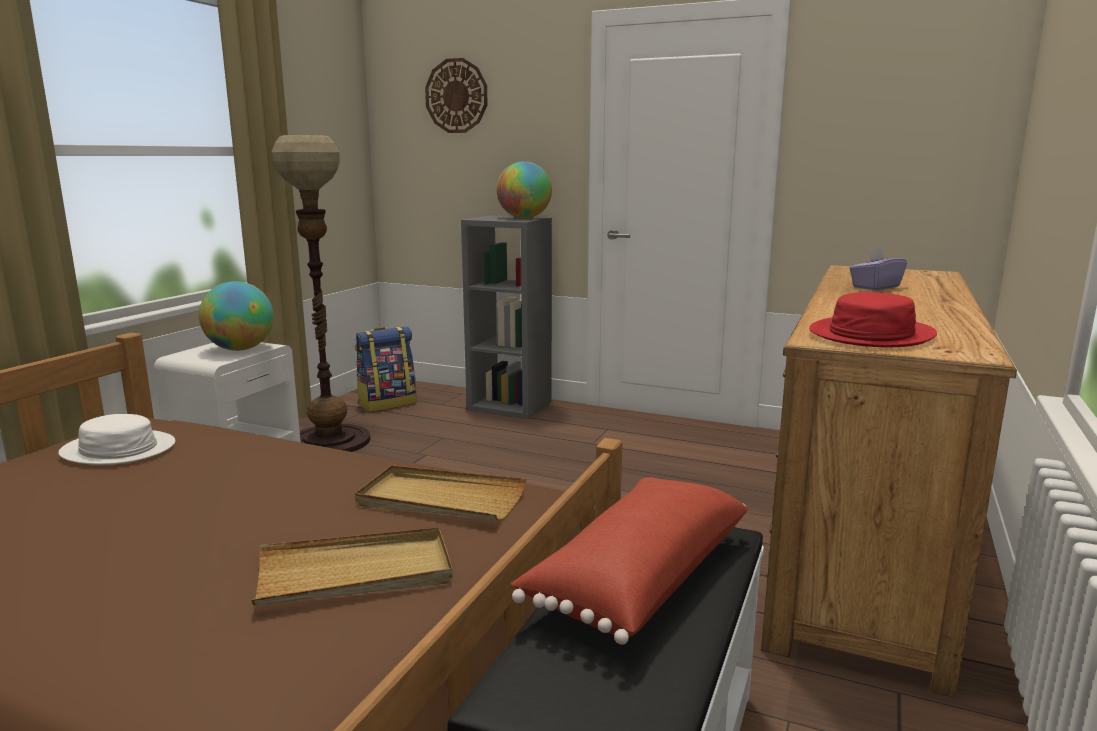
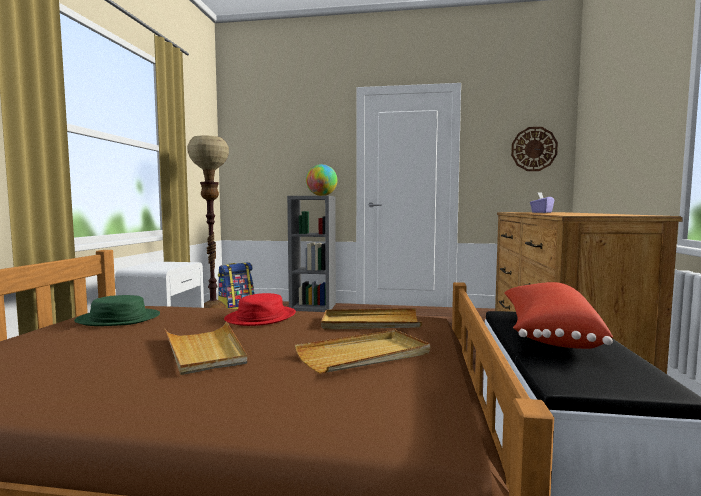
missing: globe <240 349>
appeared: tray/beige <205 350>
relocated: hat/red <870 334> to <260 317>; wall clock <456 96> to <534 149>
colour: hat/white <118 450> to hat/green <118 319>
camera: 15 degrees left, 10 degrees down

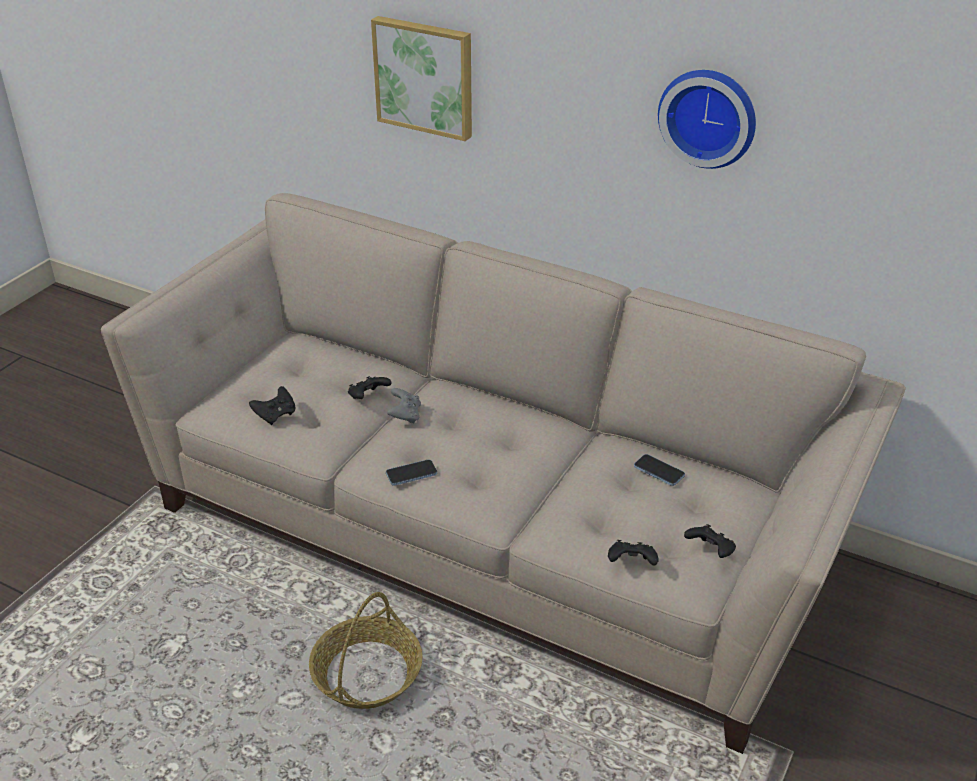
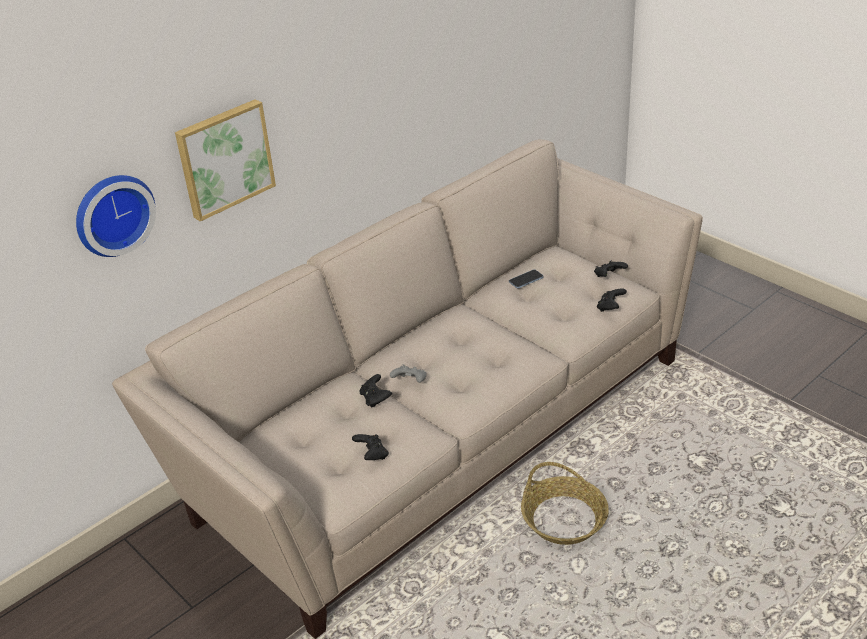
missing: phone <411 474>
relocated: wall clock <709 116> to <112 213>
camera: 70 degrees left, 0 degrees up

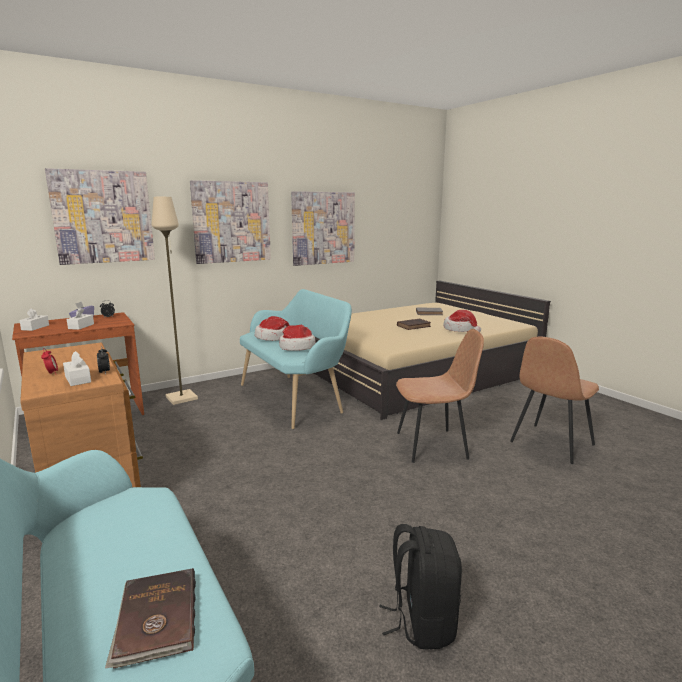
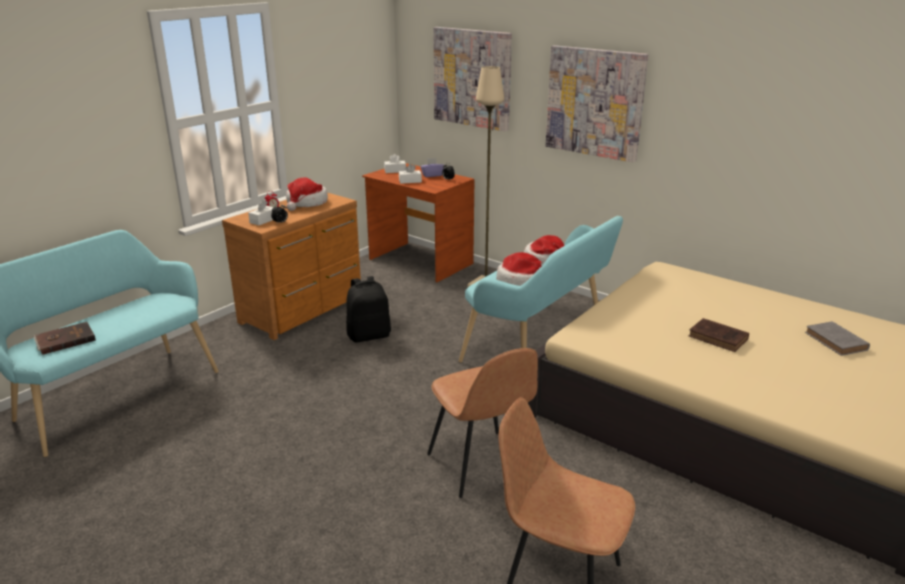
missing: picture <323 228>
relocated: hat <460 329> to <306 203>; backpack/black <422 621> to <369 335>
camera: 70 degrees right, 10 degrees up

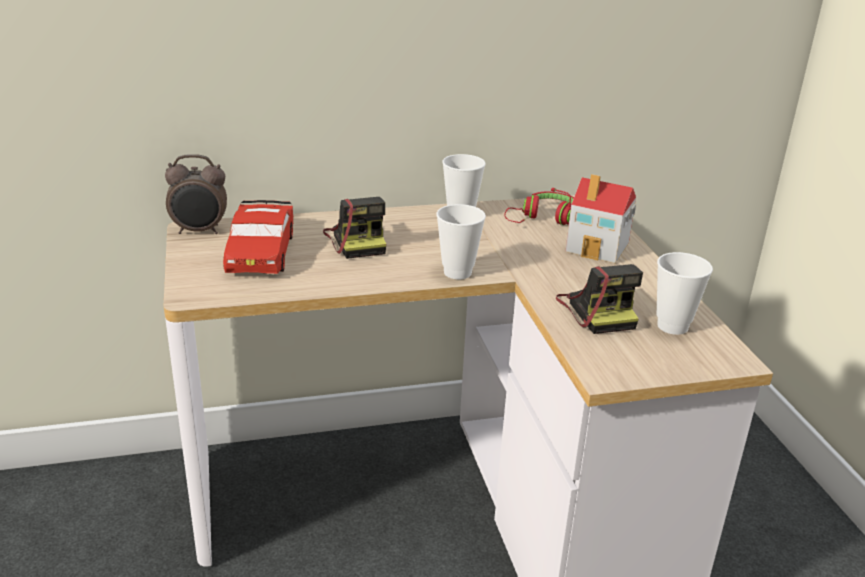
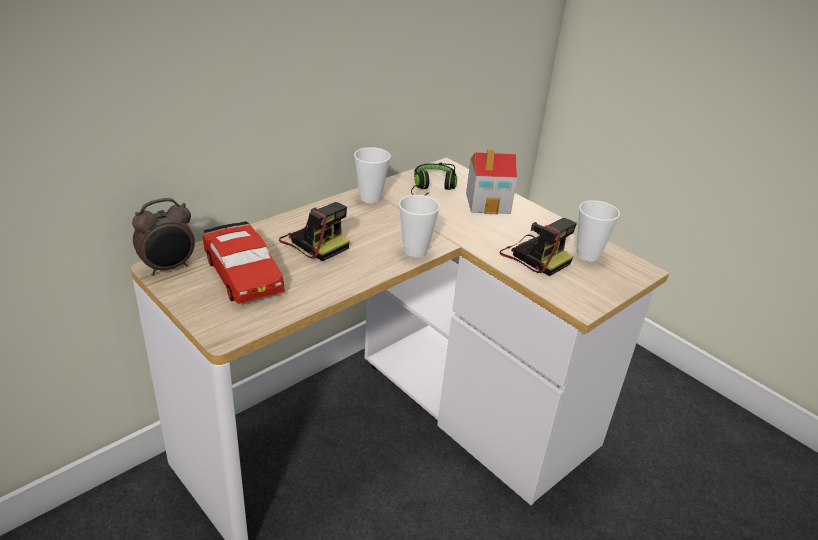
colour: headphones/red <544 219> to headphones/black <432 187>
camera: 30 degrees left, 5 degrees up

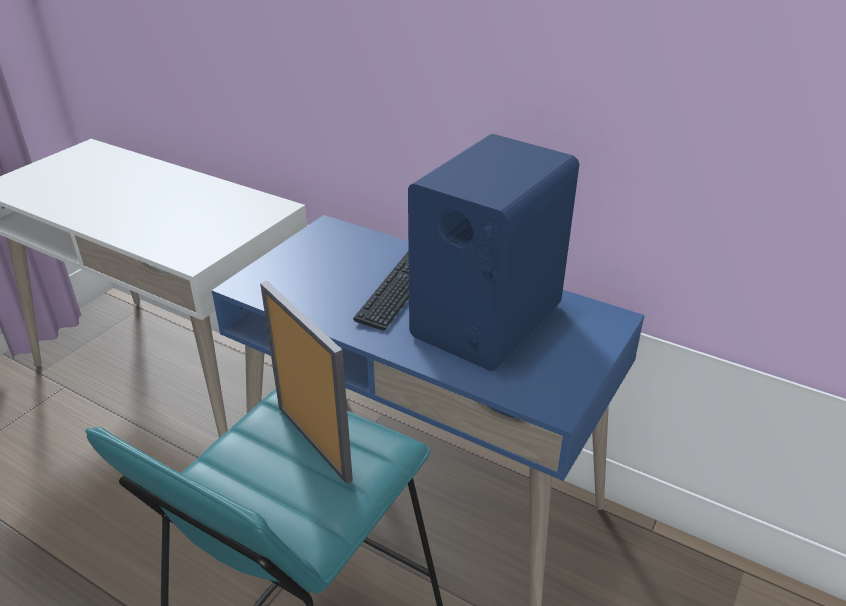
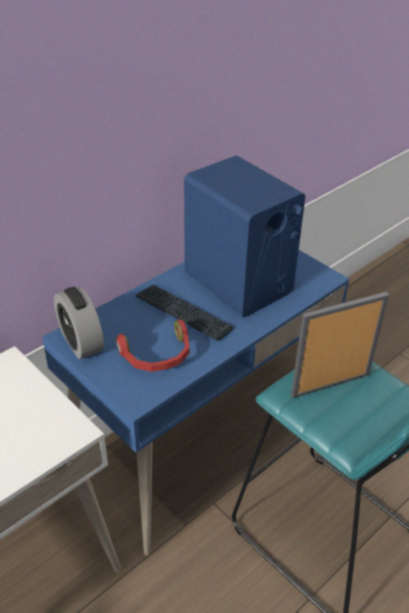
appeared: alarm clock <81 342>; headphones/red <157 356>
camera: 75 degrees left, 5 degrees up

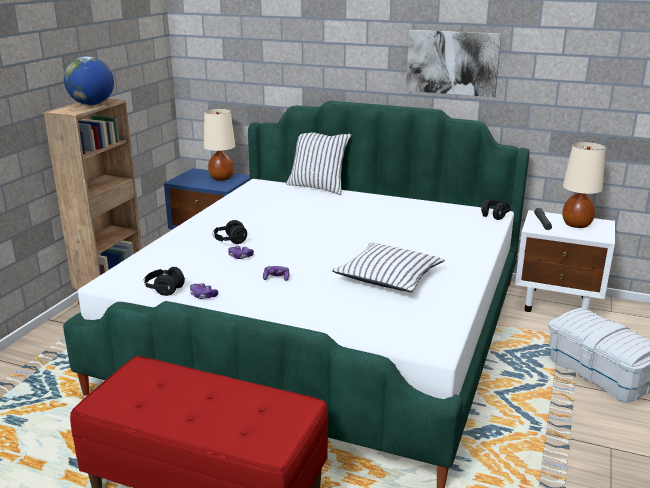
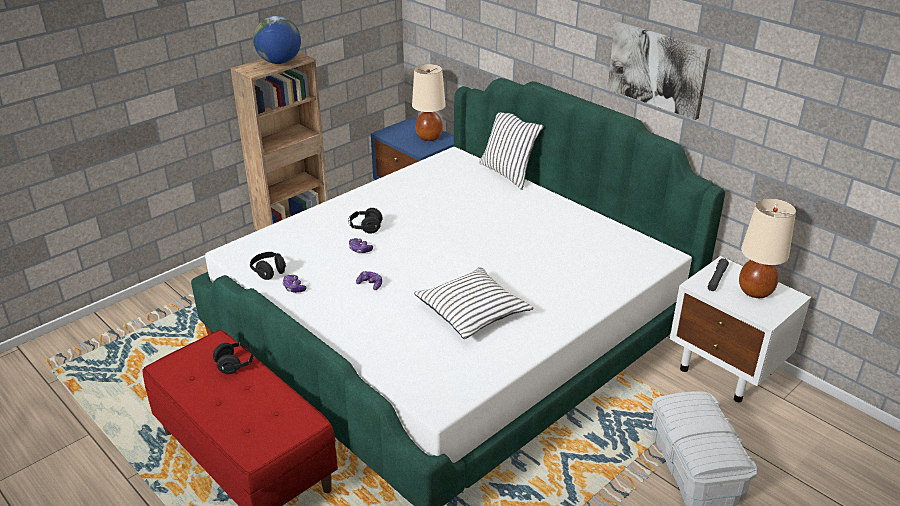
relocated: headphones/black <494 216> to <236 364>
camera: 25 degrees right, 10 degrees up

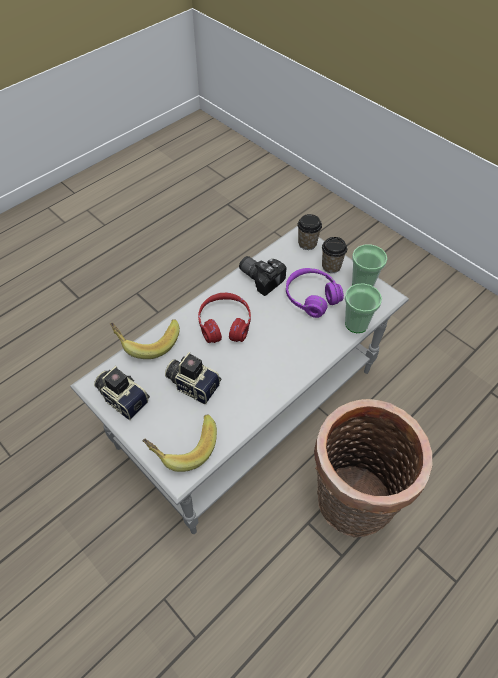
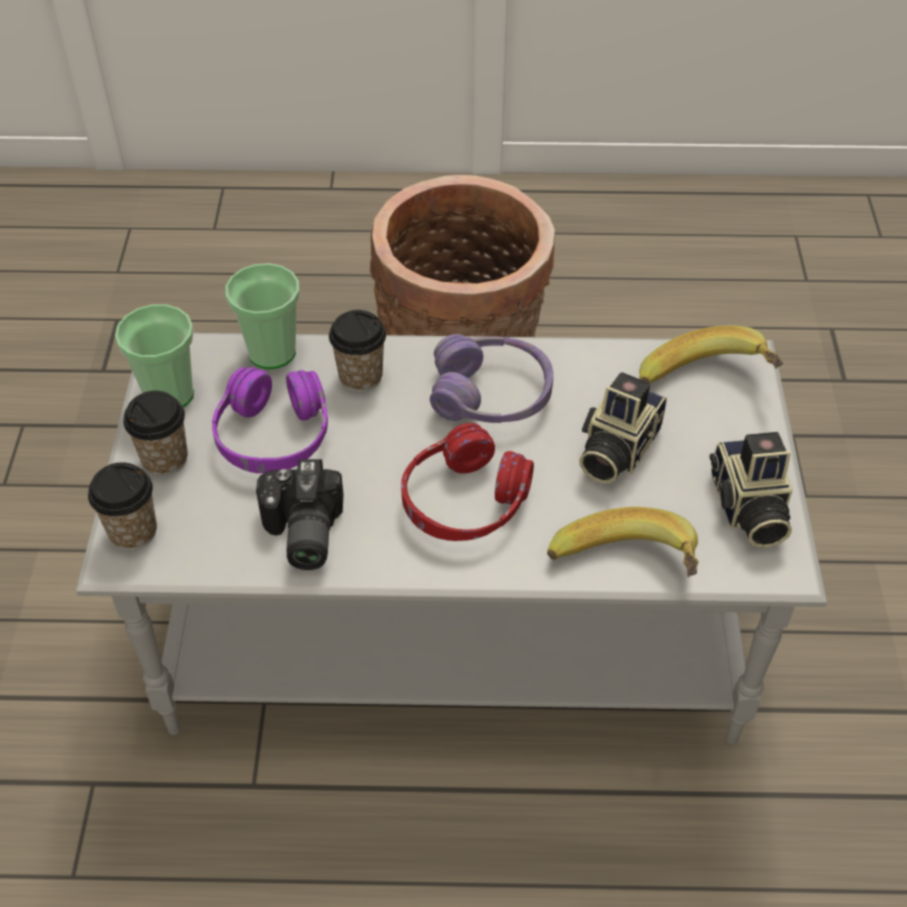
appeared: cup <360 377>; headphones/purple <491 395>
spun: photo camera <193 384> = <615 449> 45 degrees clockwise
camera: 135 degrees left, 5 degrees down

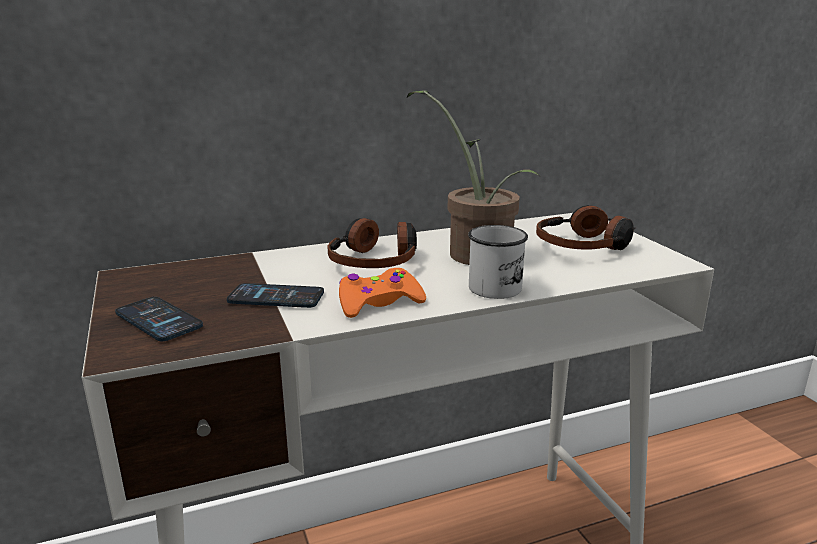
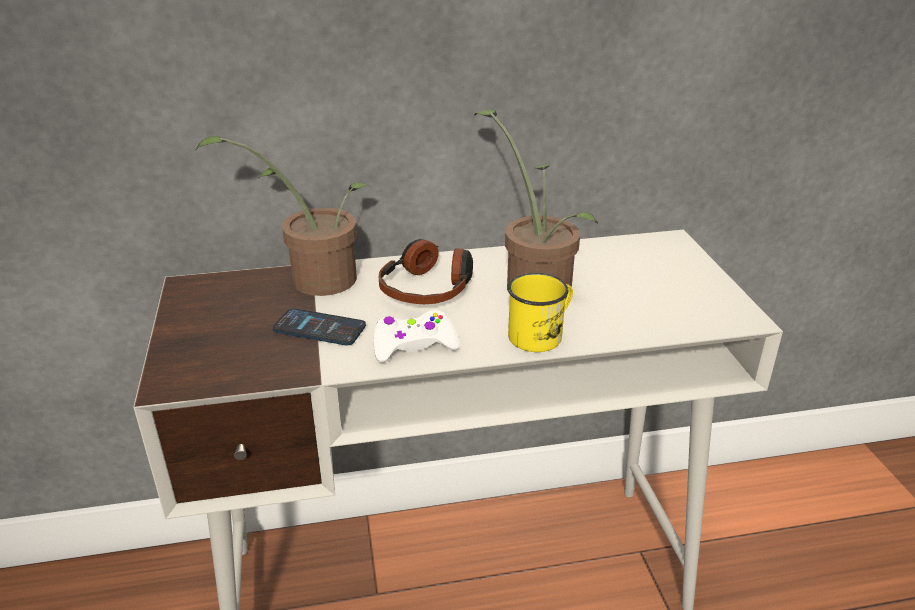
missing: phone <158 320>; headphones <584 245>
appeared: potted plant <314 279>
colour: game controller/orange <379 303> to game controller/white <414 345>; mug/white <500 286> to mug/yellow <541 334>
camera: 10 degrees right, 10 degrees up

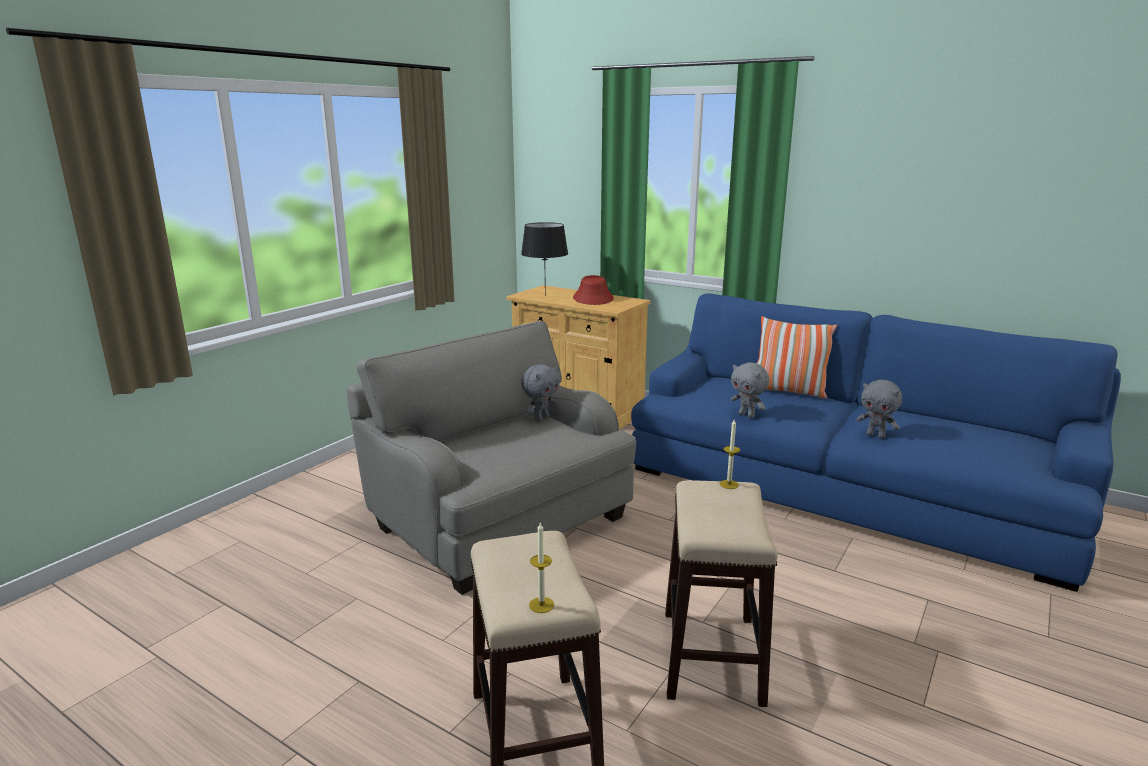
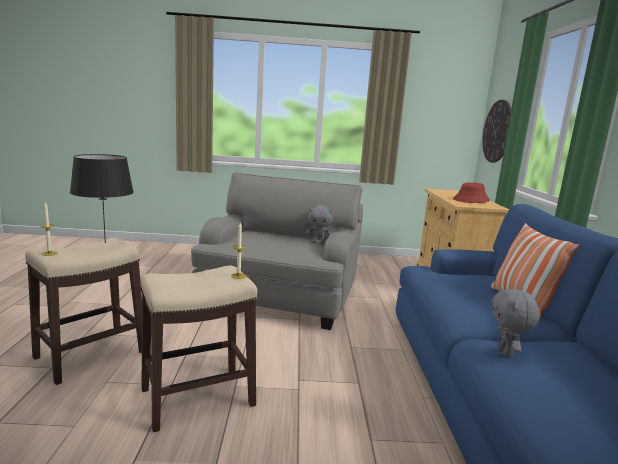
missing: plush toy/grey <747 415>
appeared: wall clock <497 131>
relocated: table lamp/black <545 296> to <105 242>
camera: 55 degrees right, 5 degrees down

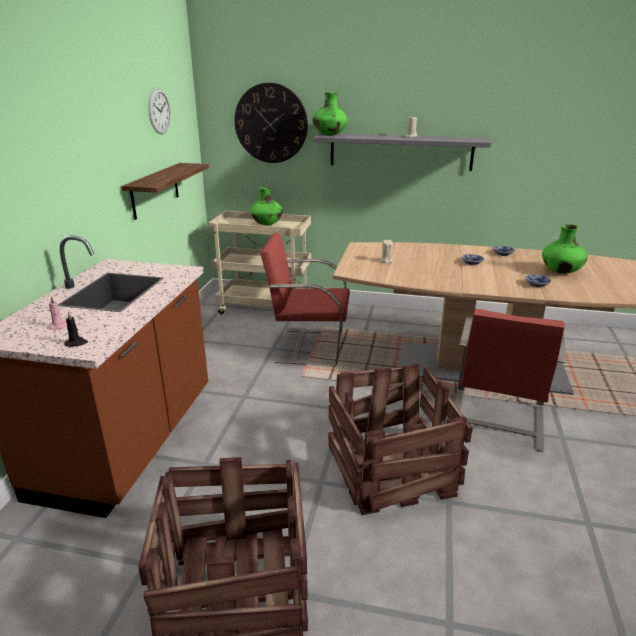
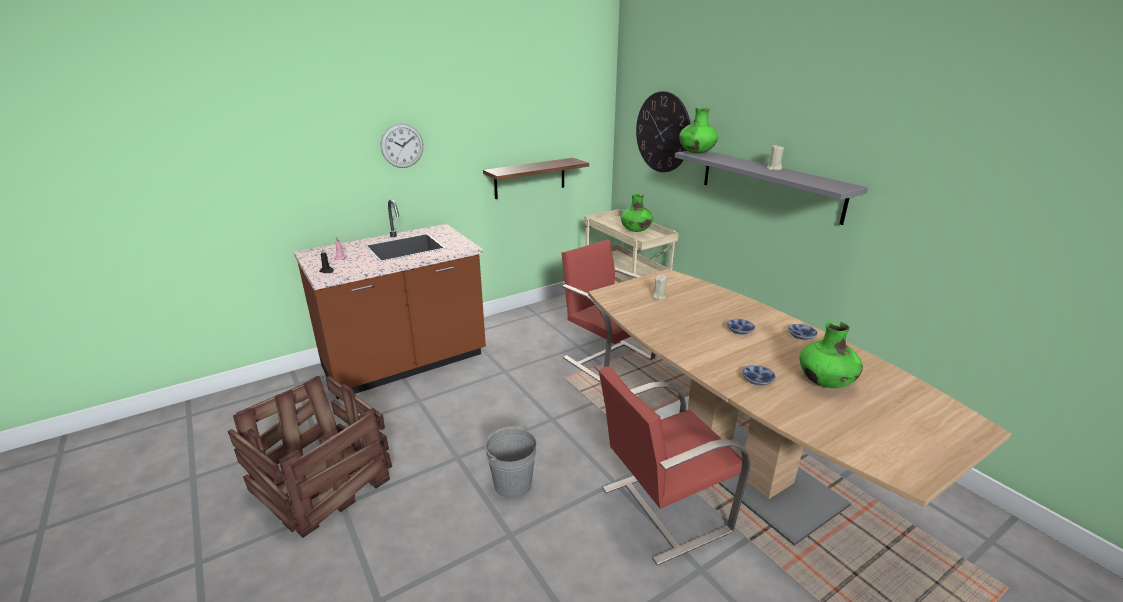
relocated: wall clock <159 111> to <402 146>
exchanged: crate <393 469> to bucket/grey <513 484>
camera: 45 degrees right, 0 degrees up

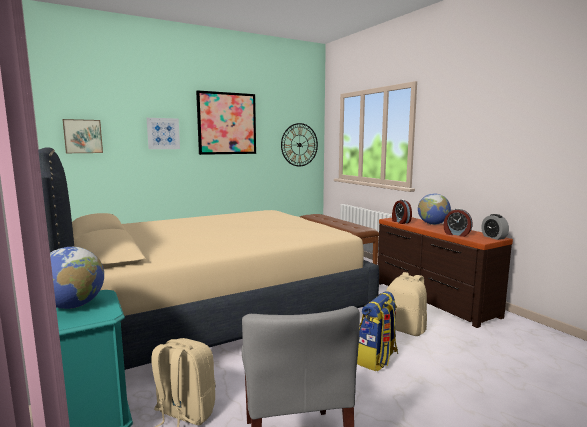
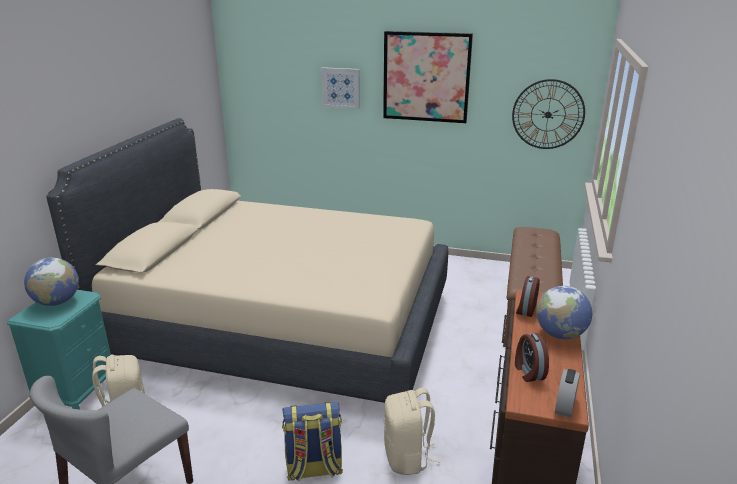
missing: picture <83 136>
camera: 45 degrees right, 15 degrees up

